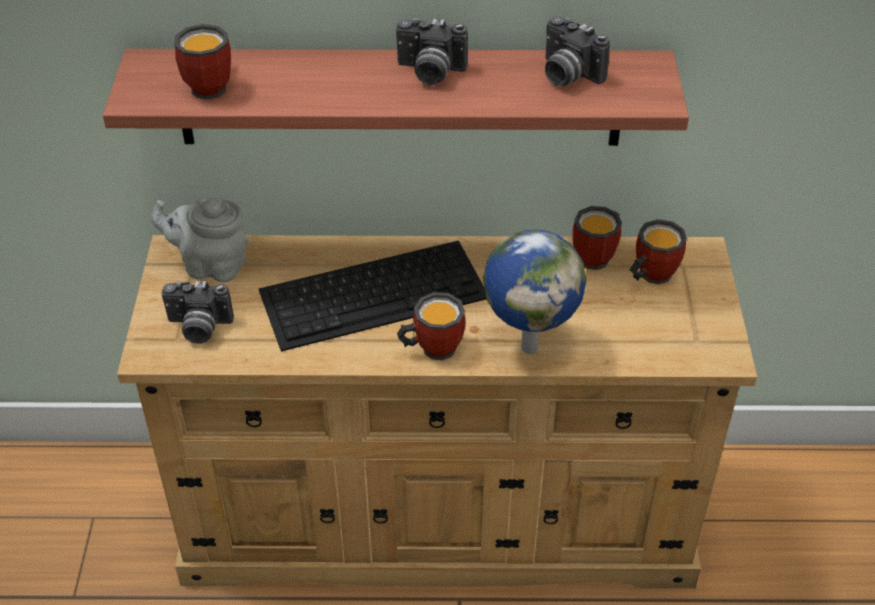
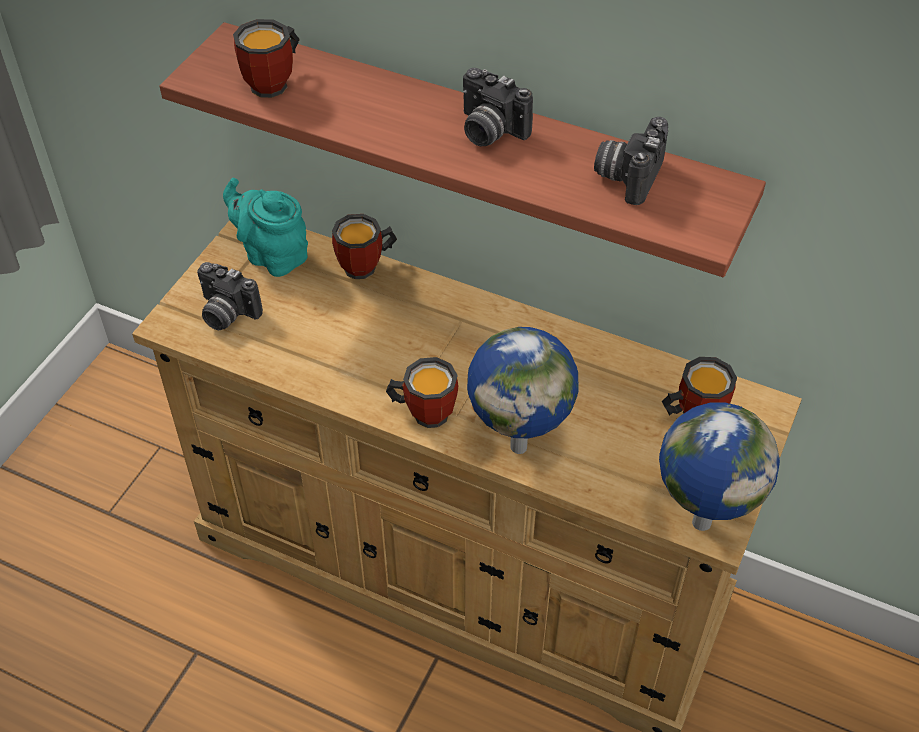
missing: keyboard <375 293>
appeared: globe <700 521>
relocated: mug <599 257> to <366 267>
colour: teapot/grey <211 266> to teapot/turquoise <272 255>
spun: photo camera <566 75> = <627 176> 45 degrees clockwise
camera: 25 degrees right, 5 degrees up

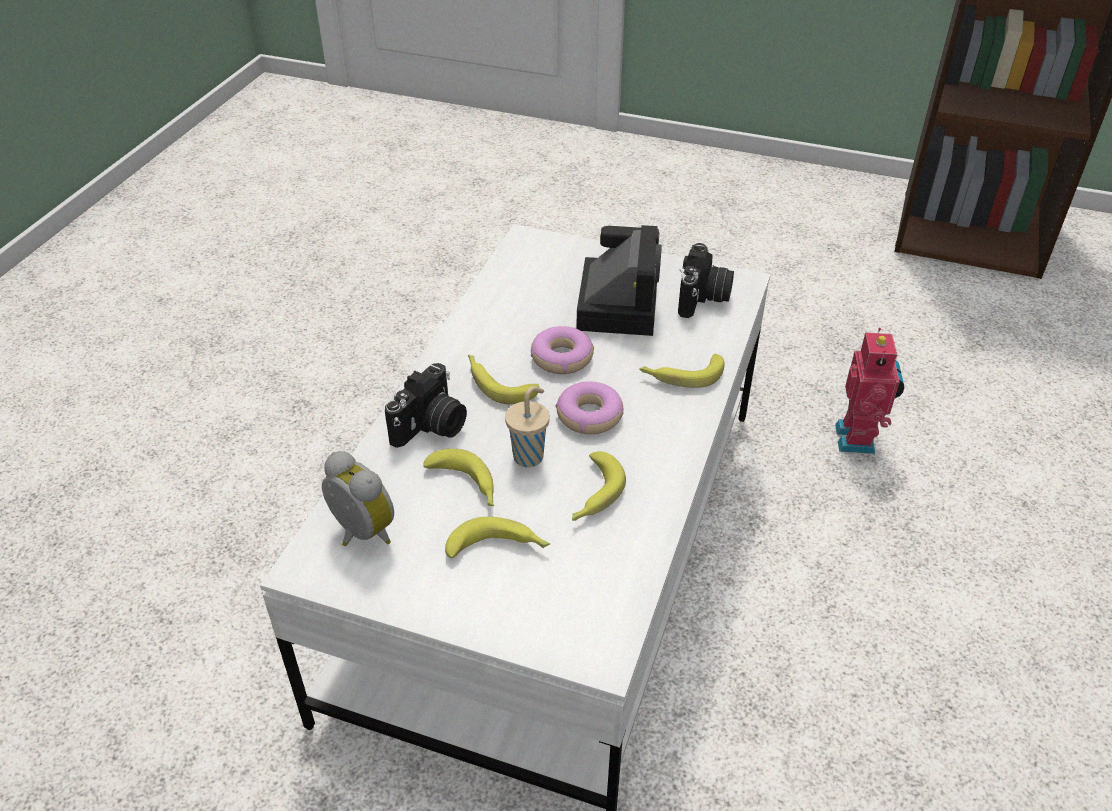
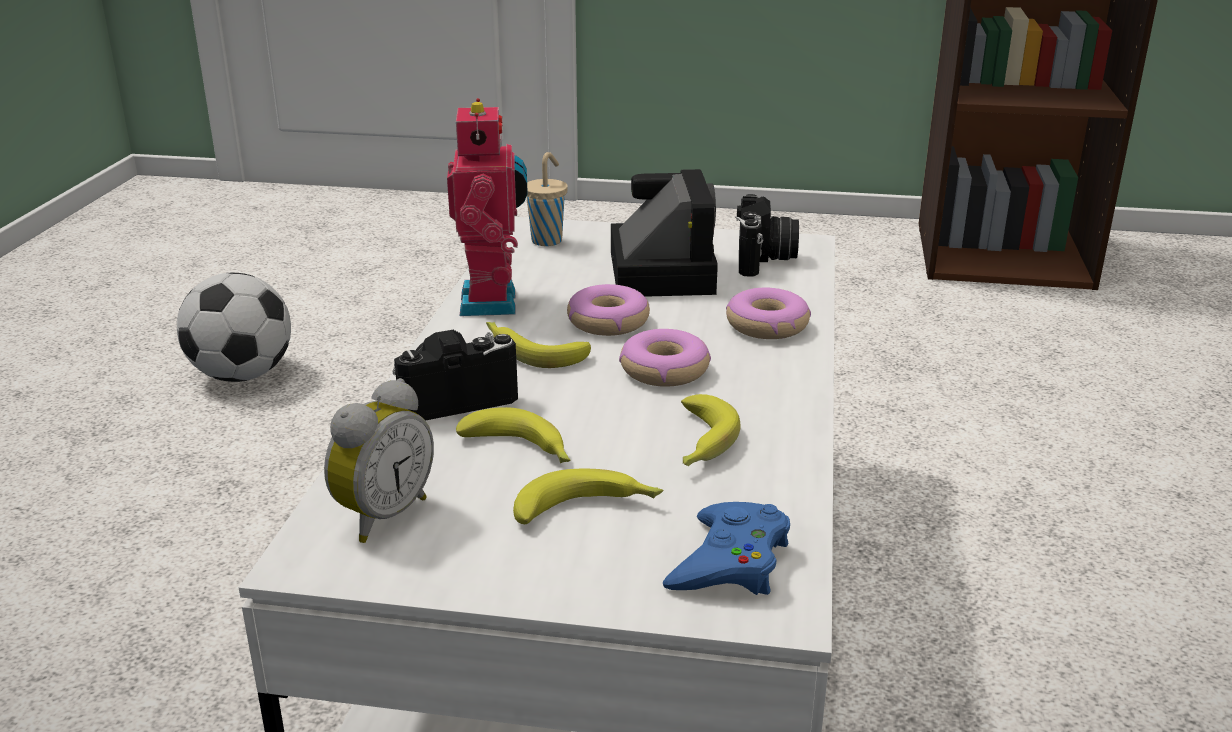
appeared: football <242 375>; game controller/blue <730 562>
relocated: toy robot <858 439> to <494 302>; cup/beige <529 456> to <547 240>
exchanged: banana <681 375> to donut <767 325>
spun: alarm clock <360 534> = <381 515> 90 degrees clockwise; photo camera <431 427> = <454 399> 135 degrees counterclockwise
camera: 10 degrees left, 15 degrees down

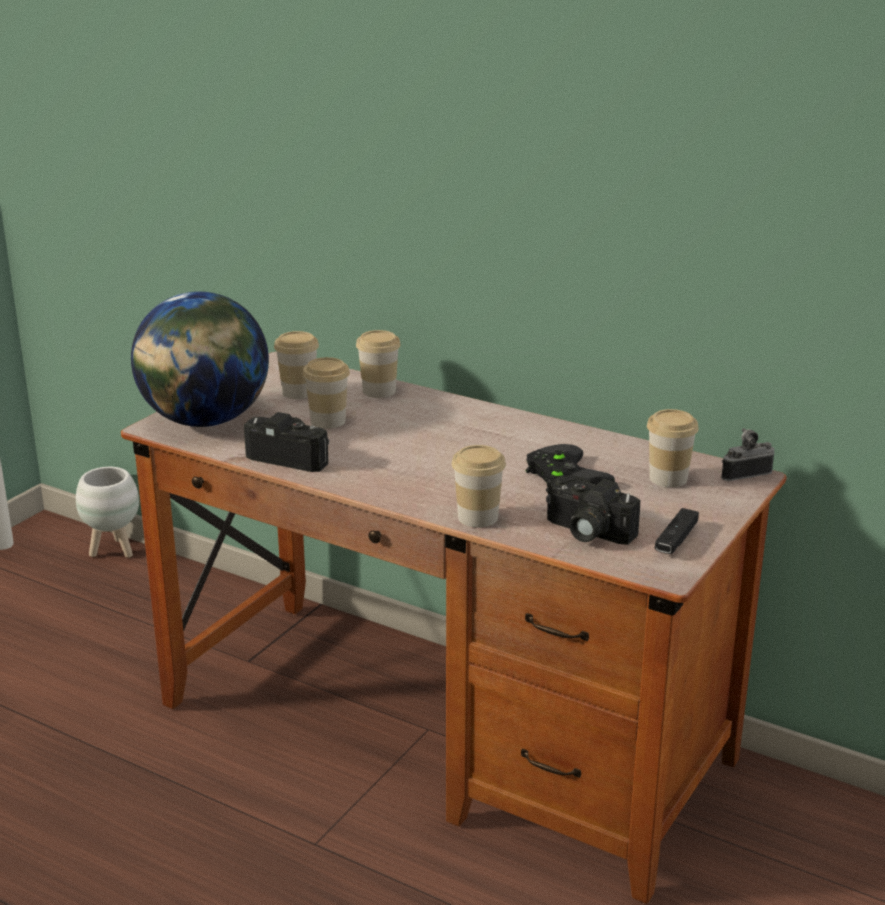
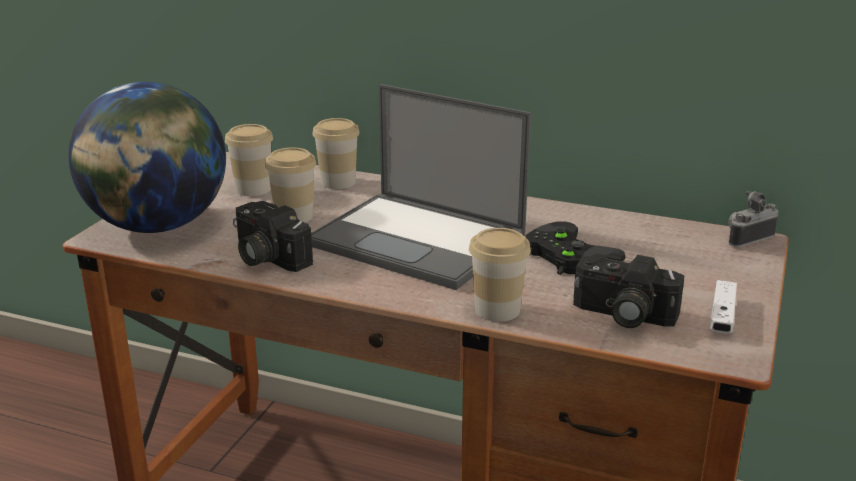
missing: planter/white <114 551>; cup <668 478>
appeared: laptop <419 240>
colour: game controller/black <676 540> to game controller/white <722 316>
spun: photo camera <292 456> = <265 257> 150 degrees counterclockwise
camera: 10 degrees left, 0 degrees up

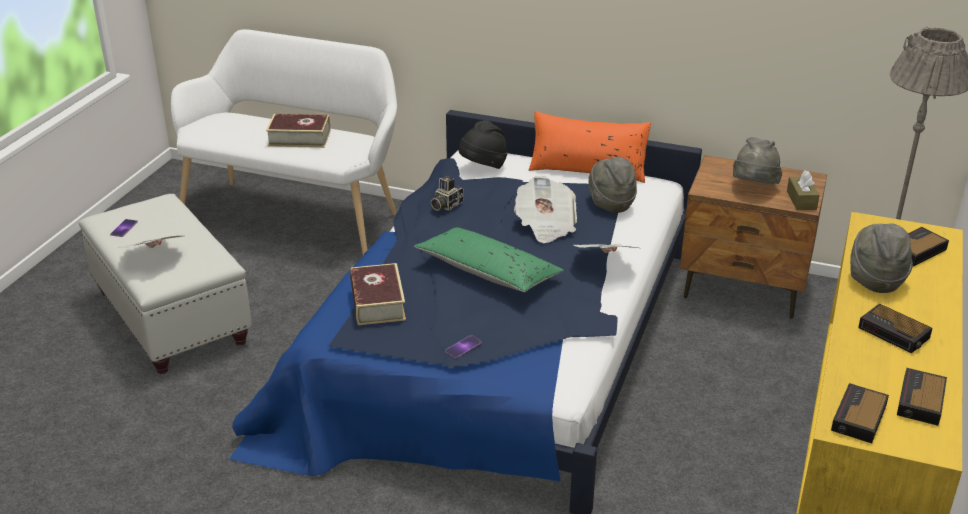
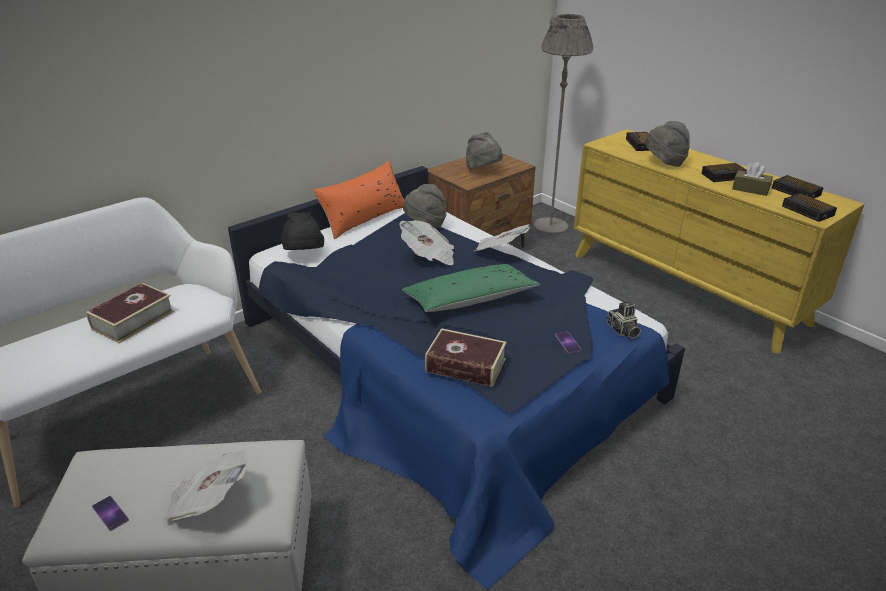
relocated: photo camera <445 205> to <622 331>; tissue box/brown <801 200> to <750 189>
camera: 60 degrees left, 0 degrees up

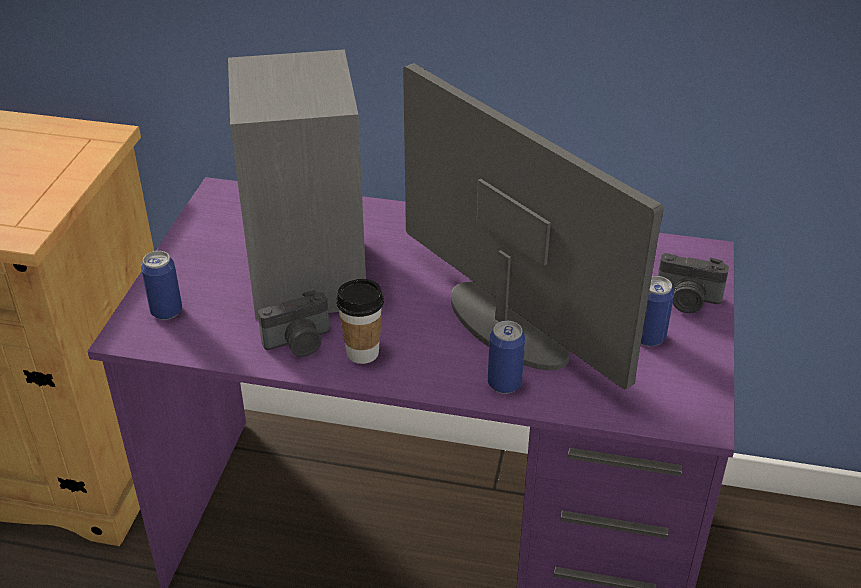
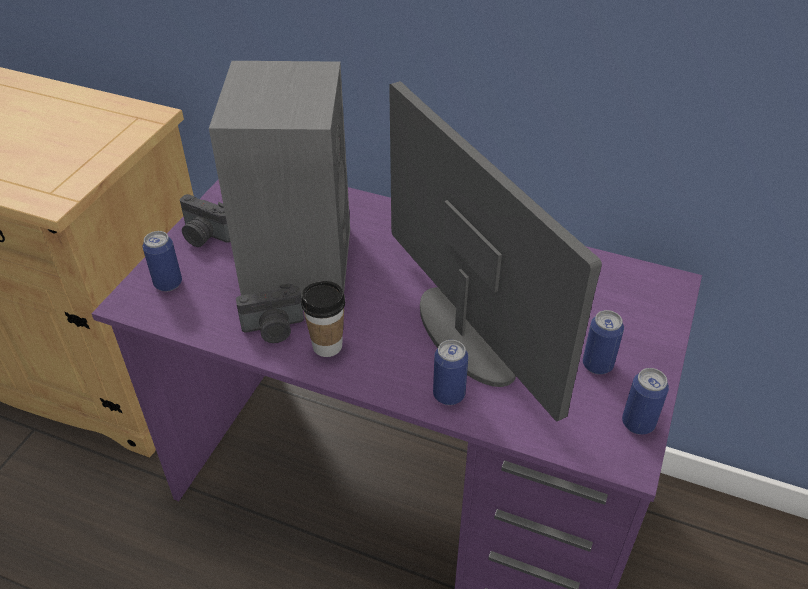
appeared: can <638 423>
relocated: photo camera <687 300> to <205 236>
camera: 10 degrees right, 5 degrees up

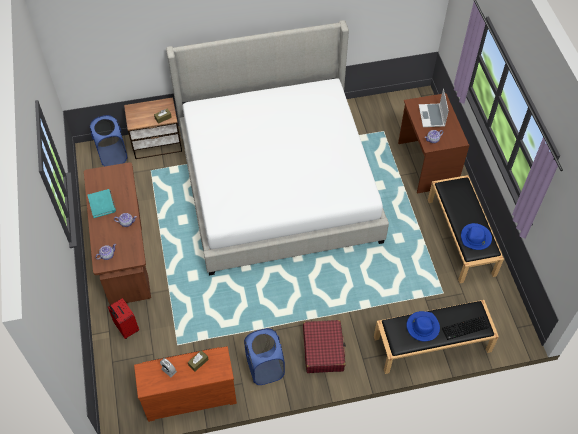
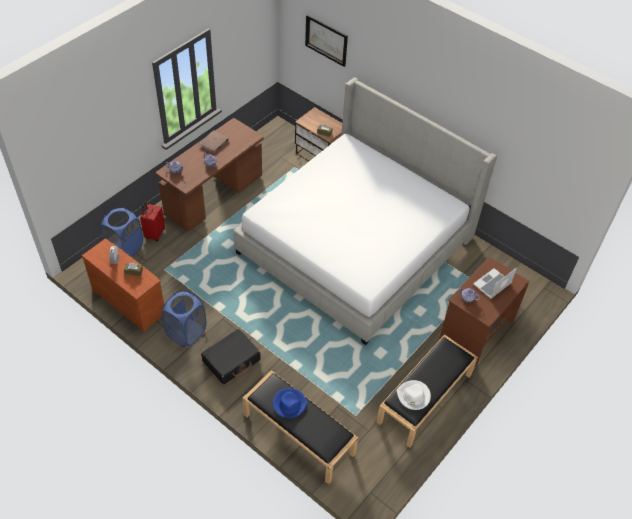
missing: keyboard <465 329>
appeared: picture <326 40>
relocated: laundry basket/blue <112 156> to <125 248>
colour: book/turquoise <102 204> to book/brown <214 143>; suitcase/red <323 350> to suitcase/black <231 361>; hat/blue <475 238> to hat/white <413 396>
camera: 50 degrees right, 5 degrees down

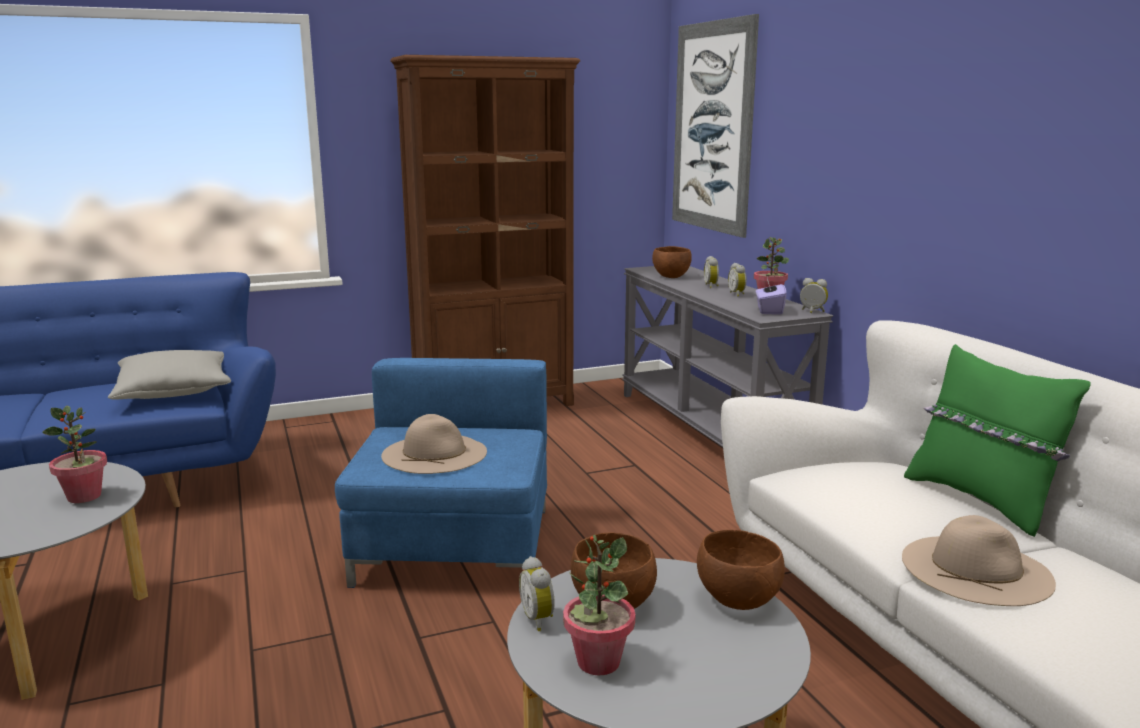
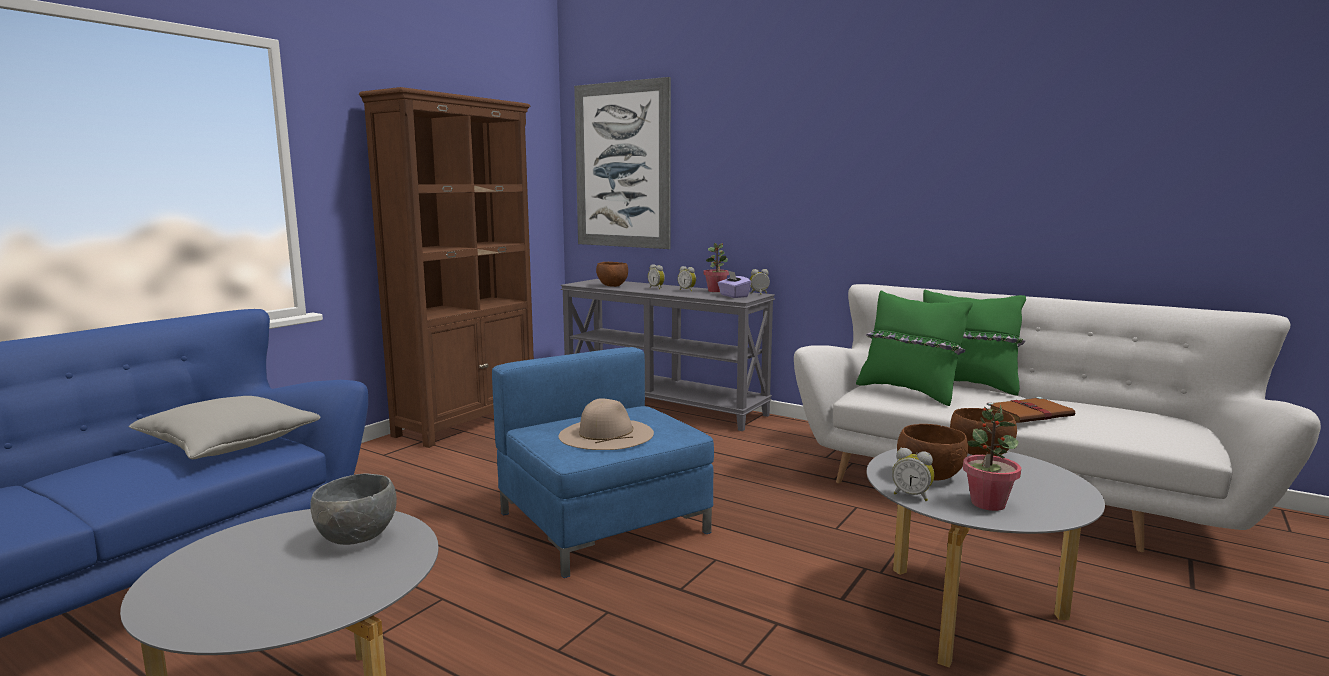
appeared: pillow/green <909 392>
exchanged: potted plant <84 496> to bowl/grey <359 538>; hat/beige <976 569> to book/brown <1030 413>
camera: 35 degrees left, 5 degrees down

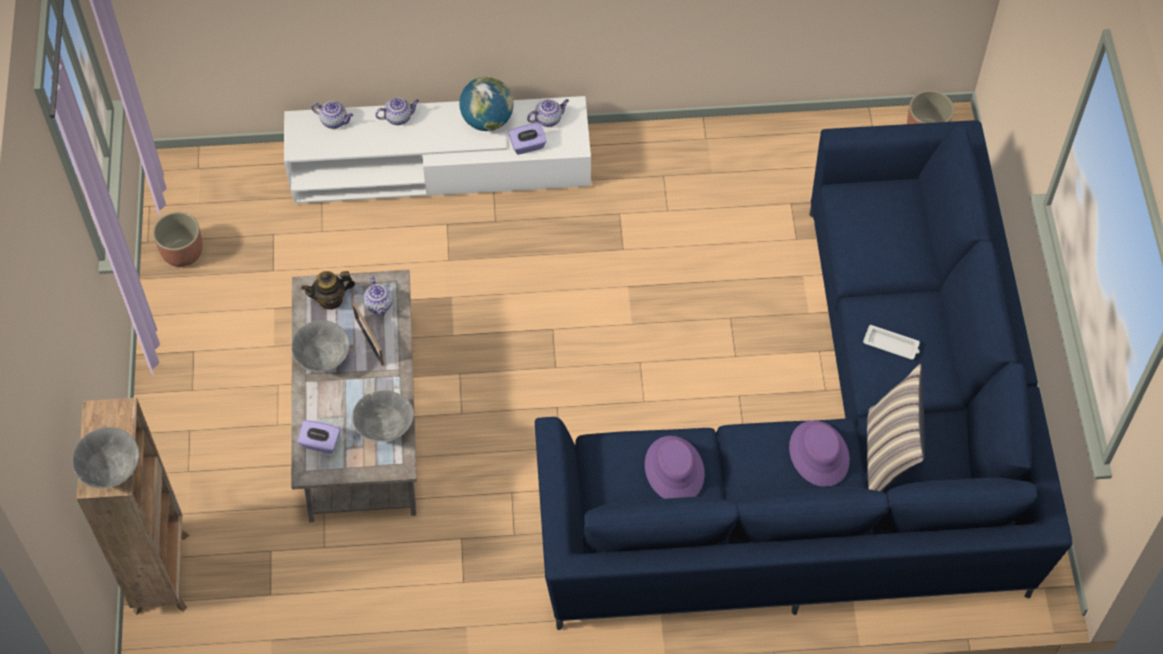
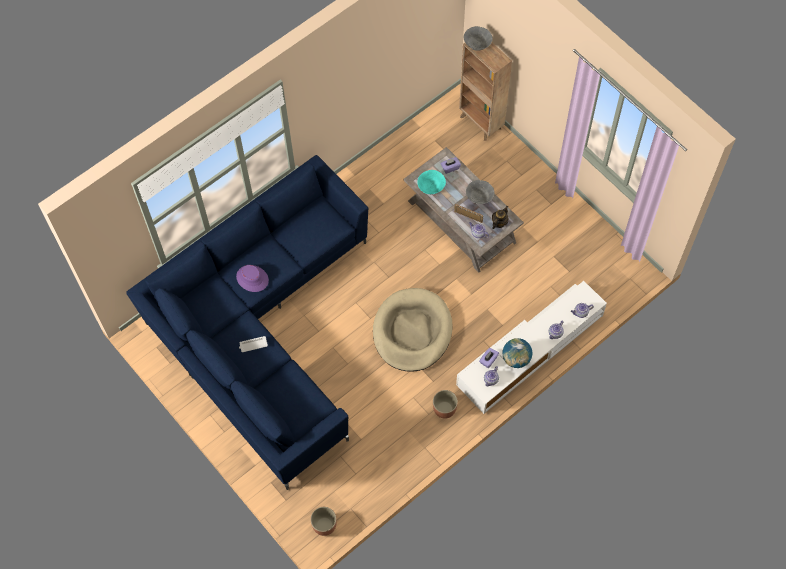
missing: hat/purple <674 469>; pillow <888 456>
appeared: dog bed/beige <412 331>
relocated: planter <182 252> to <444 409>
colour: bowl/grey <384 429> to bowl/turquoise <431 188>
camera: 145 degrees right, 5 degrees up

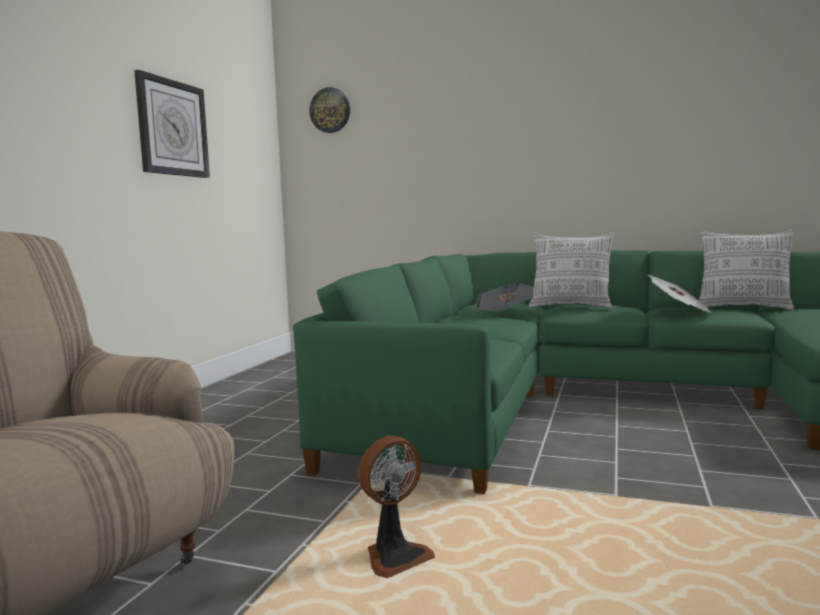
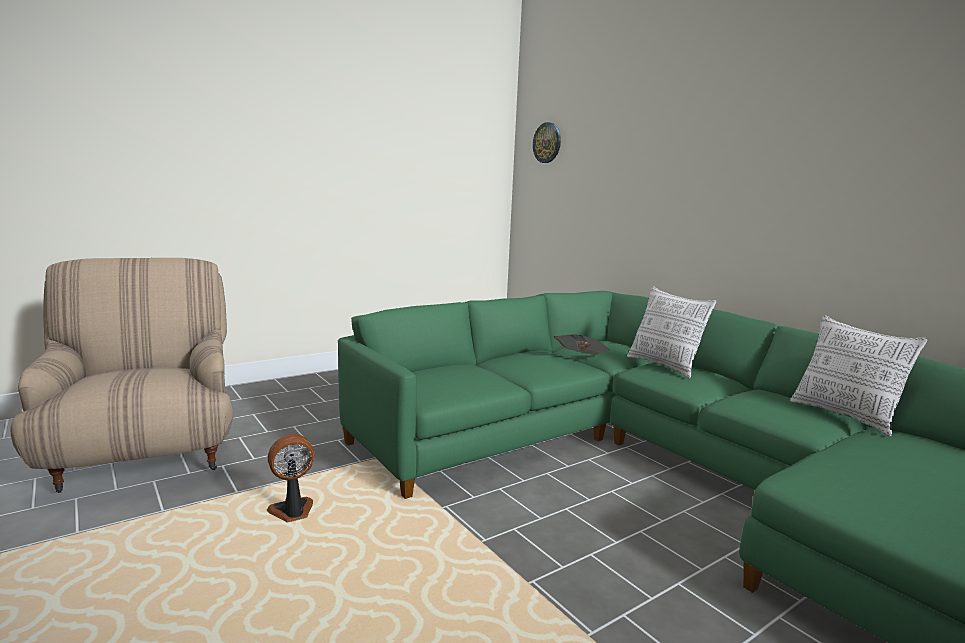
missing: wall clock <172 128>; newspaper <680 310>
spun: fan <395 557> = <292 512> 150 degrees clockwise
camera: 35 degrees right, 5 degrees up

